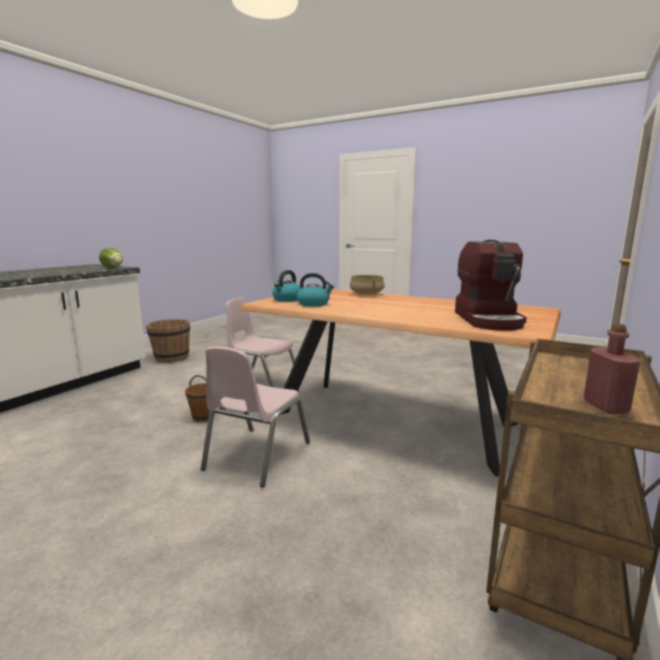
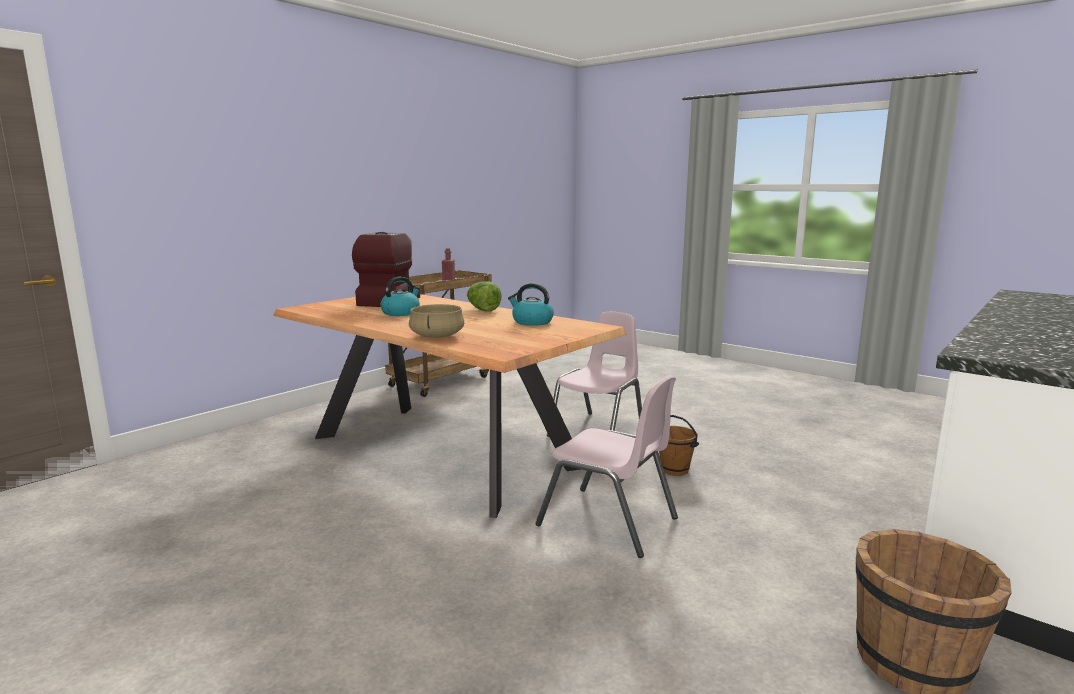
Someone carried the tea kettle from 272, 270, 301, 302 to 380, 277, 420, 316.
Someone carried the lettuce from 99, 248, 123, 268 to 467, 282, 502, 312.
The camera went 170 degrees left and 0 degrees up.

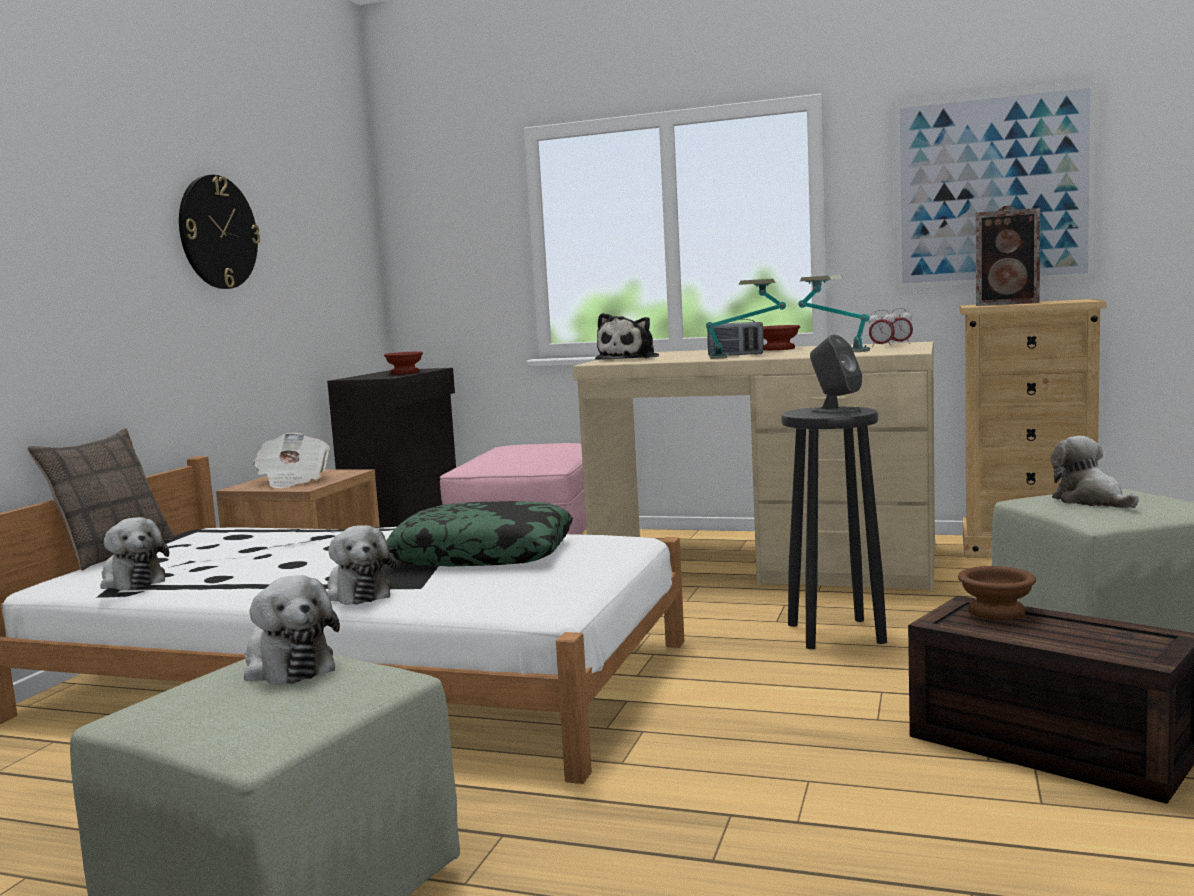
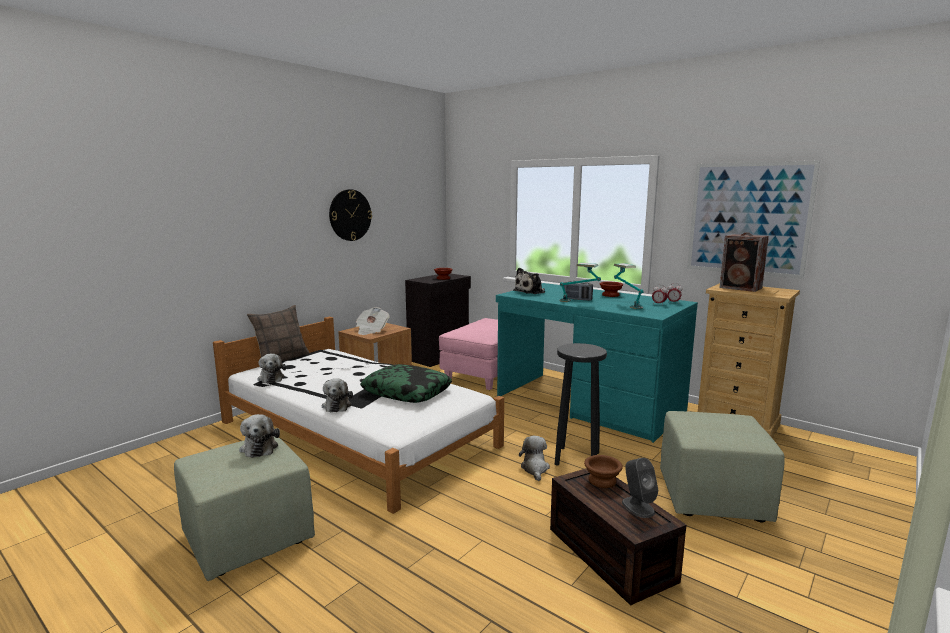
Someone repainted the sand-coloured desk table at 573, 342, 935, 591, which became the blue-green desk table at 496, 283, 698, 443.
Someone carried the plush toy from 1050, 436, 1139, 508 to 519, 436, 550, 481.
Someone carried the gray speaker from 810, 335, 862, 414 to 622, 458, 658, 518.
The camera went 20 degrees right and 5 degrees up.

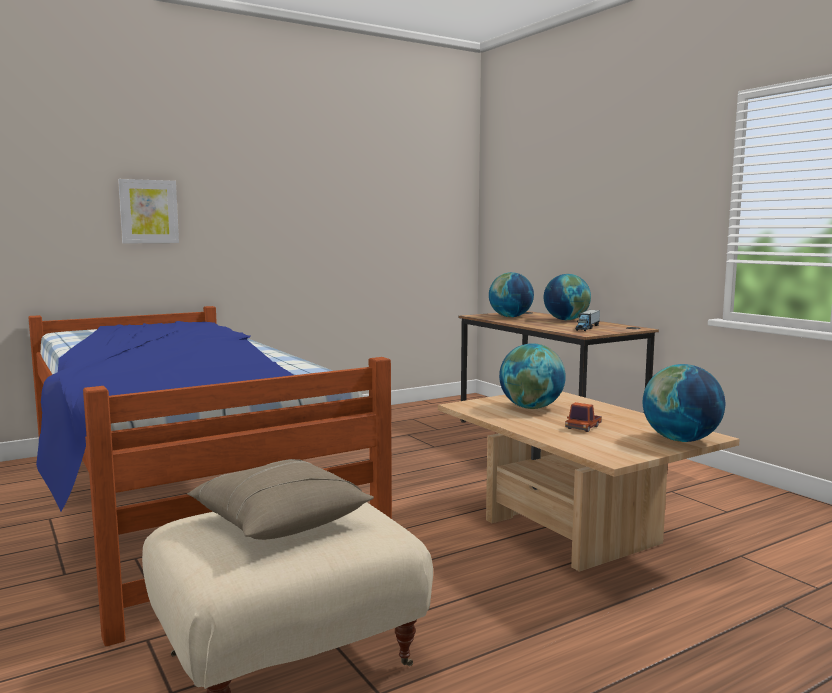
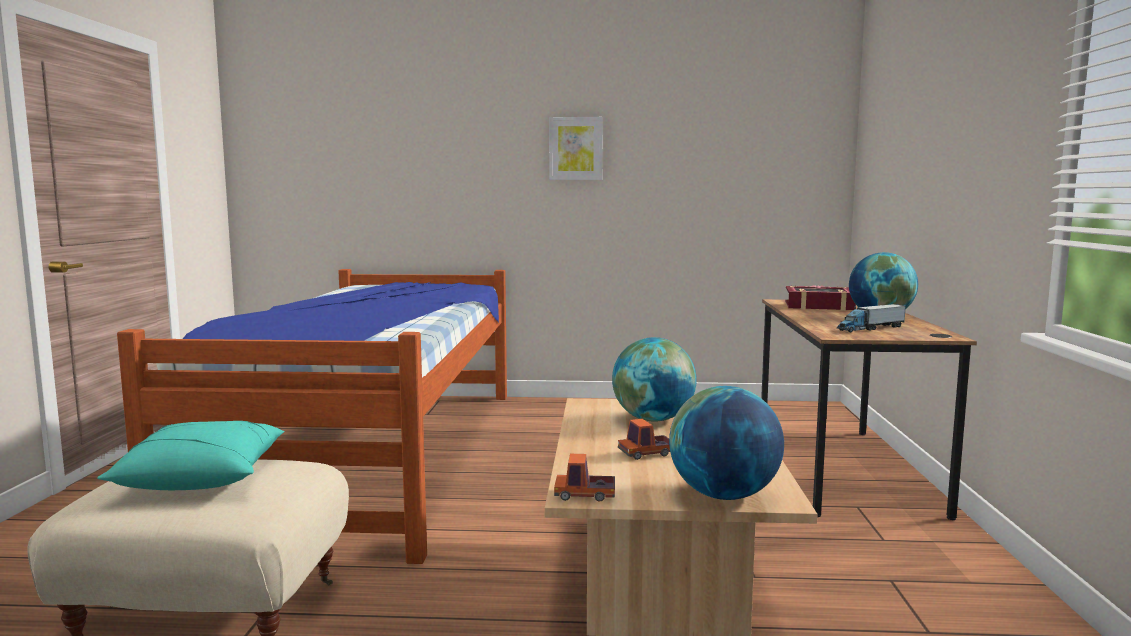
Someone repainted the sand-coloured throw pillow at 187, 459, 374, 540, which became the blue-green throw pillow at 97, 421, 285, 490.
Someone carried the picture from 118, 179, 179, 243 to 549, 117, 603, 180.
Someone put down the toy lorry at 554, 454, 615, 502.
Someone swapped the desk globe at 489, 272, 534, 317 for the book at 785, 285, 856, 311.
The camera went 35 degrees right and 0 degrees up.

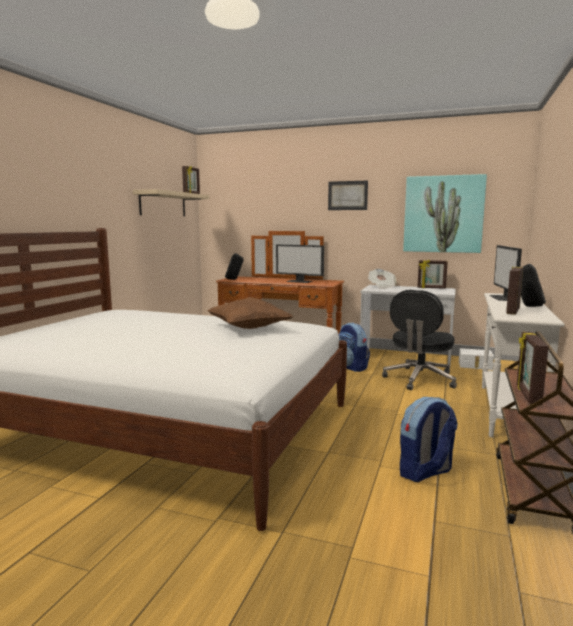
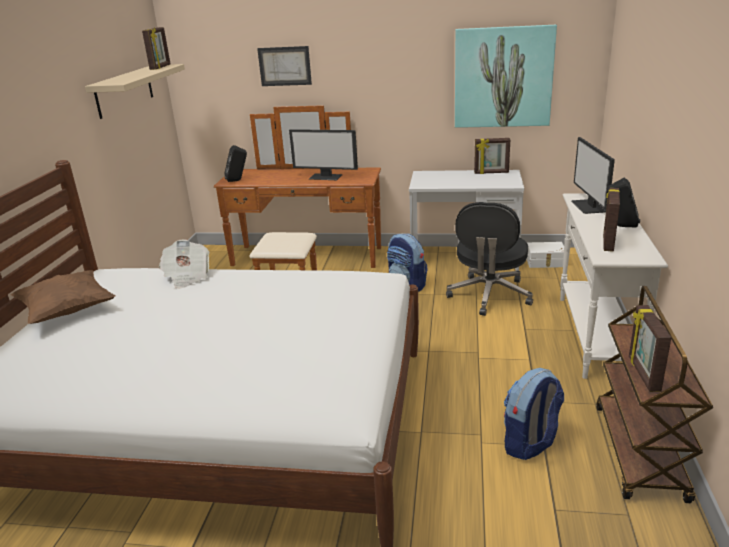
Someone carried the brown-coloured throw pillow from 208, 297, 293, 329 to 11, 270, 116, 324.
Someone carried the daily paper from 368, 269, 396, 289 to 159, 239, 209, 289.
Someone carried the picture from 328, 181, 368, 210 to 257, 46, 312, 86.
The camera went 10 degrees left and 15 degrees up.

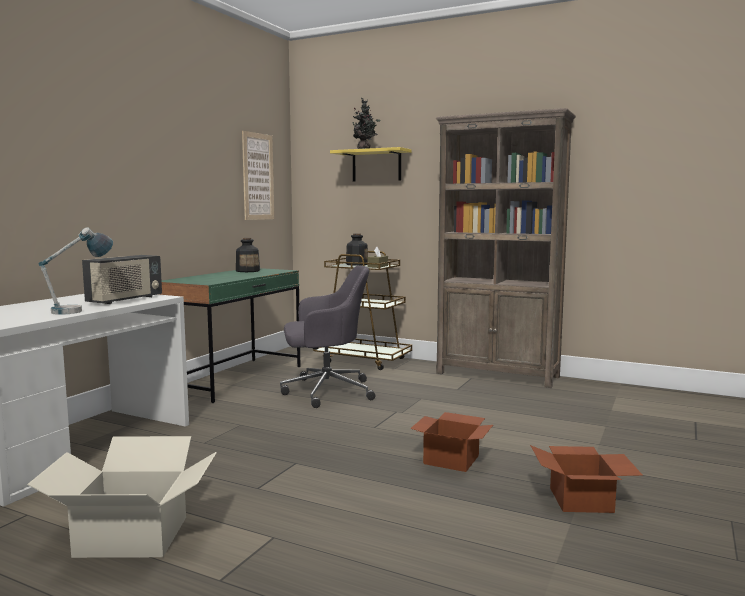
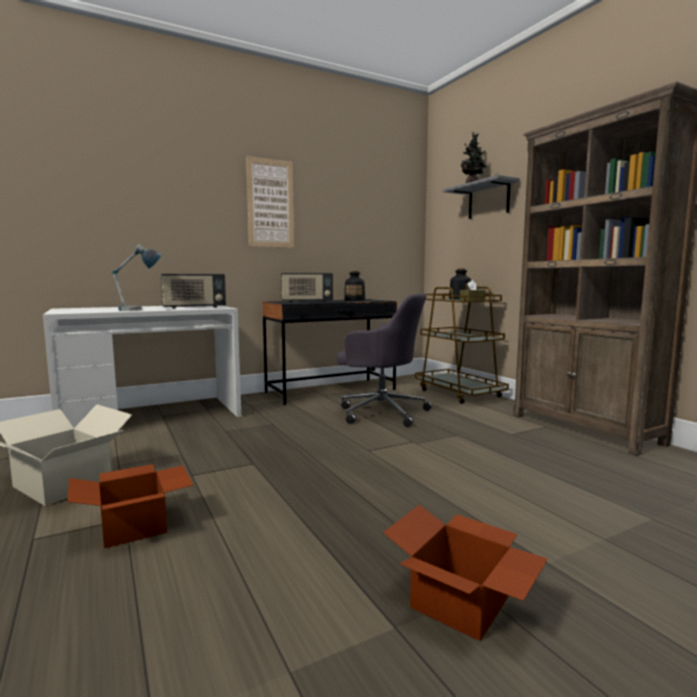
Someone carried the cardboard box from 410, 412, 493, 472 to 67, 464, 193, 548.
Someone carried the picture from 242, 131, 274, 220 to 246, 156, 294, 248.
Someone repainted the green-coloured desk table at 158, 268, 300, 403, which became the blackish desk table at 262, 299, 397, 405.
Someone put down the radio set at 281, 273, 333, 302.
Someone repainted the yellow wall shelf at 330, 147, 412, 181, which became the gray wall shelf at 443, 175, 520, 219.
The camera went 35 degrees right and 0 degrees up.

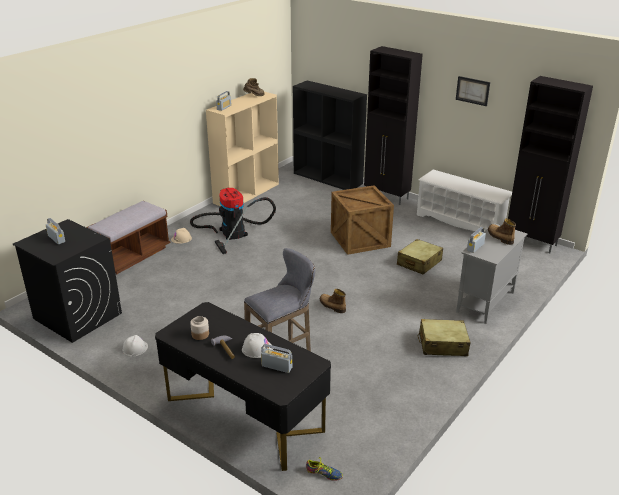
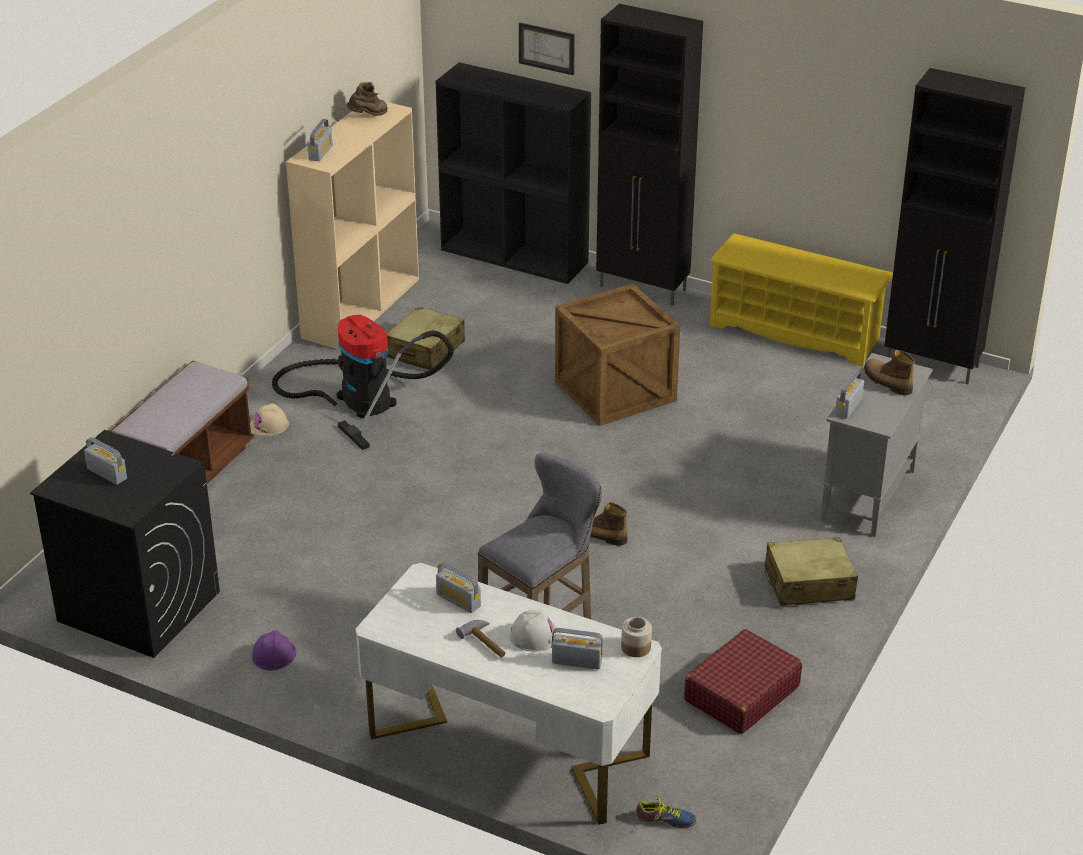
Someone repainted the white work helmet at 122, 335, 148, 357, which became the purple-coloured work helmet at 252, 630, 296, 671.
Someone repainted the blackish desk table at 155, 302, 331, 471, which became the white desk table at 355, 563, 662, 825.
Someone carried the sand-coloured suitcase from 397, 239, 443, 275 to 387, 307, 465, 370.
Someone put down the radio set at 436, 562, 481, 613.
Someone carried the picture from 456, 76, 490, 106 to 519, 23, 575, 75.
Someone carried the jar from 190, 316, 209, 340 to 621, 617, 652, 657.
Someone put down the red-coloured suitcase at 684, 629, 802, 734.
Someone repainted the white shoe rack at 417, 170, 512, 232, which became the yellow shoe rack at 710, 233, 893, 366.
The camera went 10 degrees left and 5 degrees up.

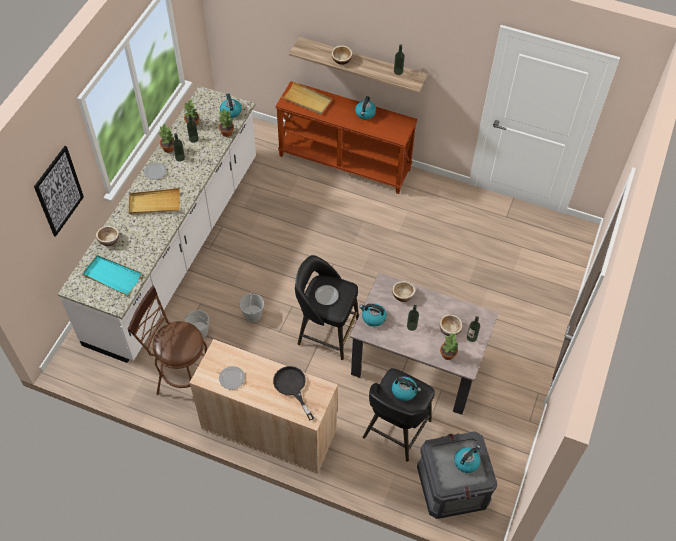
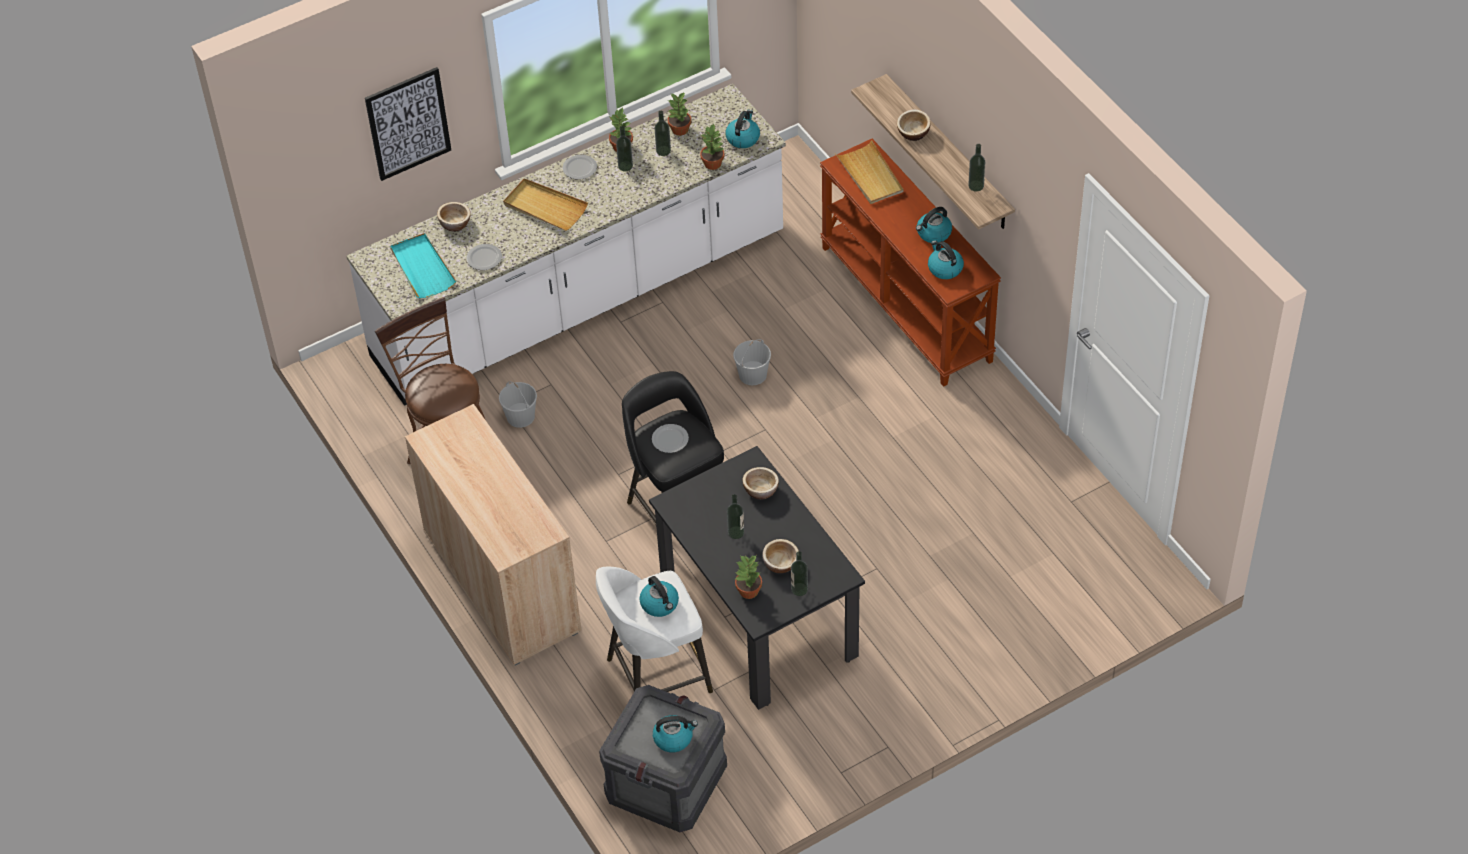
Someone carried the dinner plate from 219, 366, 245, 390 to 467, 244, 502, 270.
Someone repainted the blackish stool at 363, 368, 435, 462, which became the white stool at 596, 566, 713, 693.
Someone repainted the sand-coloured dining table at 350, 273, 498, 415, which became the blackish dining table at 649, 446, 865, 710.
Someone carried the white bucket from 240, 292, 264, 322 to 733, 339, 771, 385.
Someone carried the tea kettle from 359, 304, 387, 327 to 928, 240, 964, 279.
Someone took away the blackish pan at 273, 366, 314, 420.
The camera went 40 degrees right and 5 degrees down.

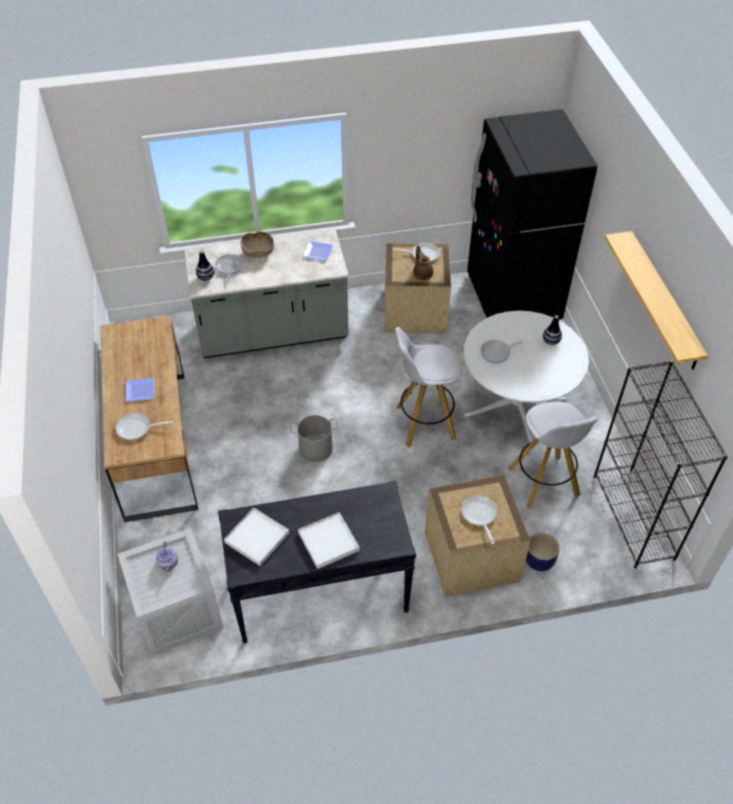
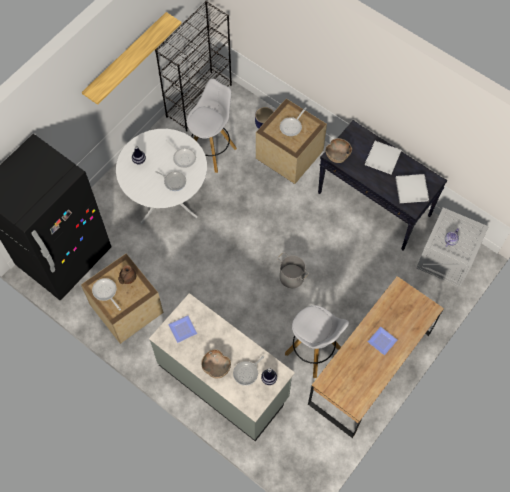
Someone carried the pan from 116, 413, 173, 440 to 166, 139, 196, 168.
Someone carried the white stool from 395, 327, 462, 447 to 285, 305, 349, 378.
Someone put down the brown-coloured serving bowl at 326, 138, 352, 163.
The camera went 130 degrees left and 15 degrees up.

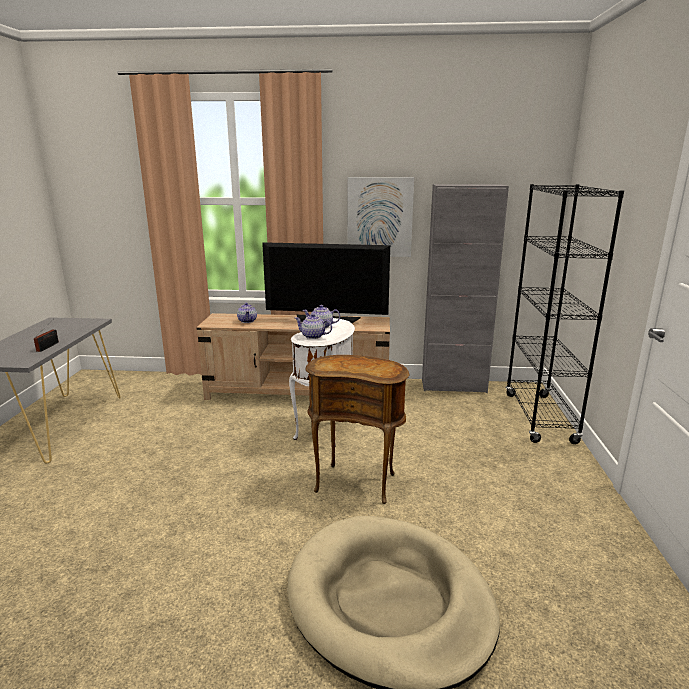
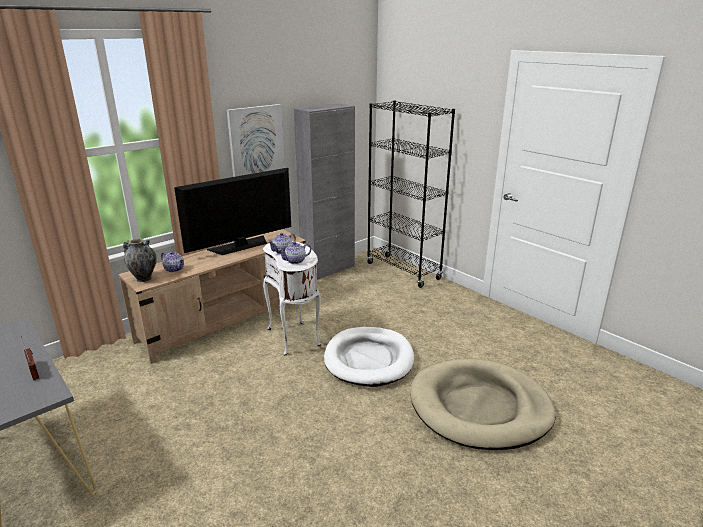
Someone put down the flower vase at 123, 239, 157, 282.
Someone swapped the brown-coloured accent table at 306, 355, 409, 504 for the white dog cushion at 324, 327, 414, 387.
The camera went 45 degrees left and 5 degrees up.

